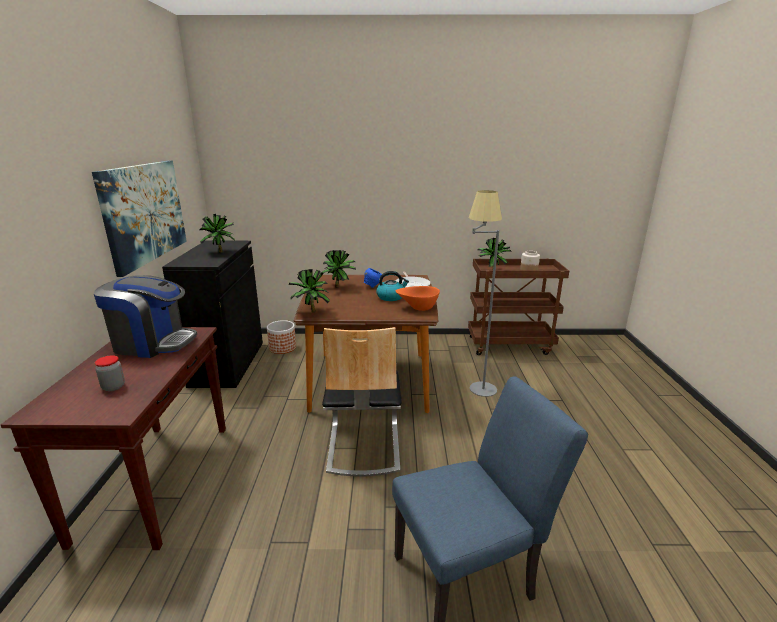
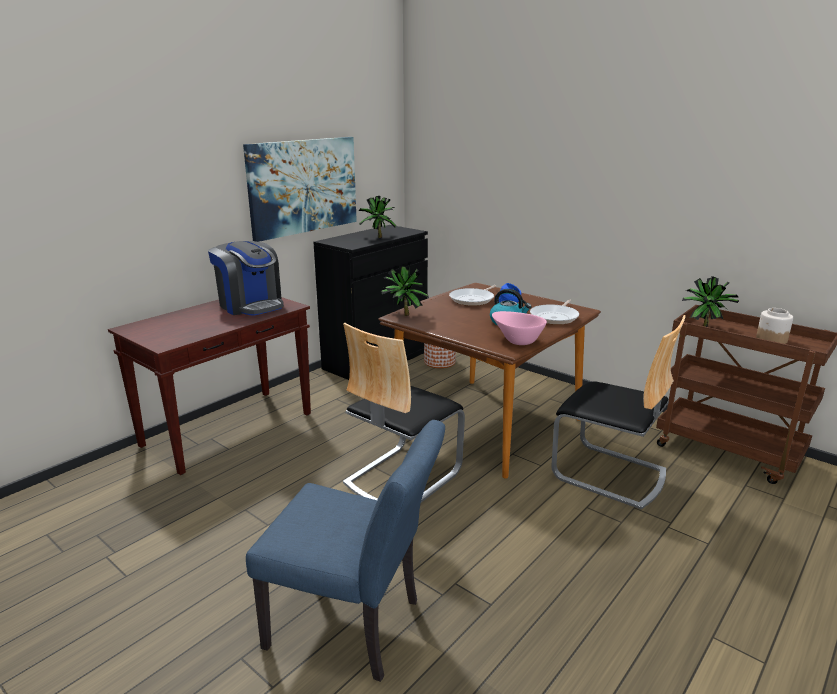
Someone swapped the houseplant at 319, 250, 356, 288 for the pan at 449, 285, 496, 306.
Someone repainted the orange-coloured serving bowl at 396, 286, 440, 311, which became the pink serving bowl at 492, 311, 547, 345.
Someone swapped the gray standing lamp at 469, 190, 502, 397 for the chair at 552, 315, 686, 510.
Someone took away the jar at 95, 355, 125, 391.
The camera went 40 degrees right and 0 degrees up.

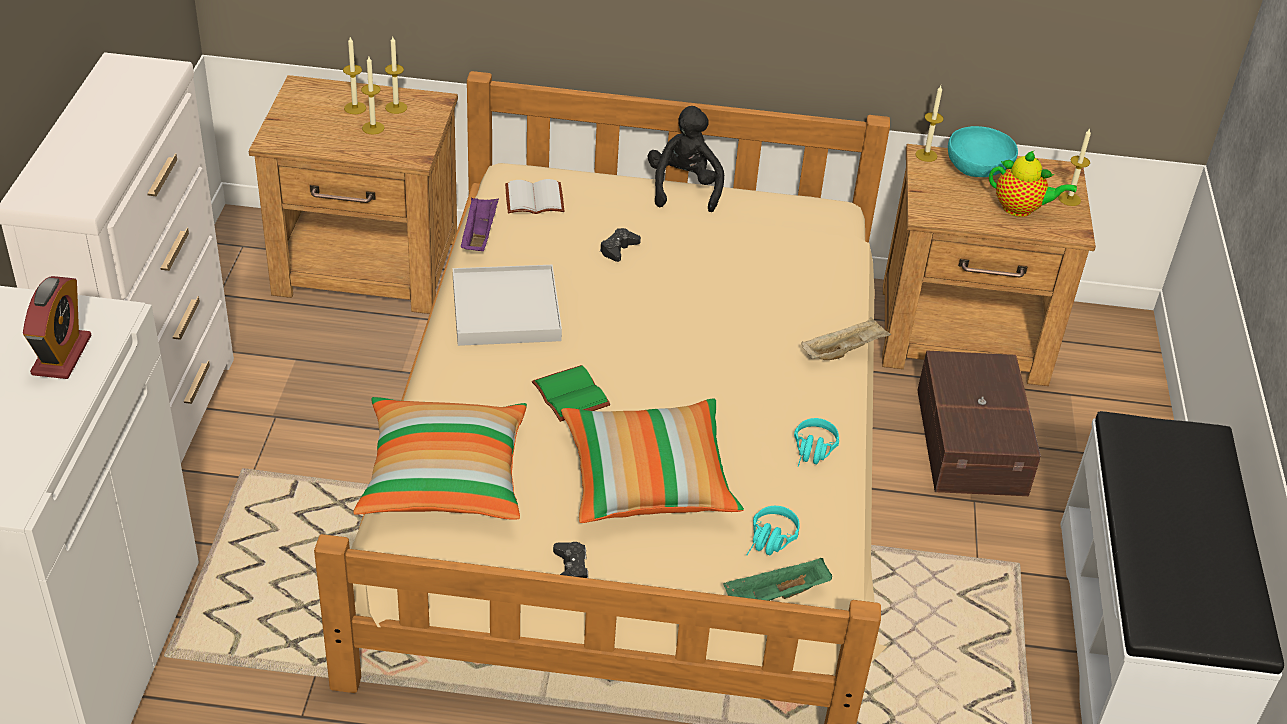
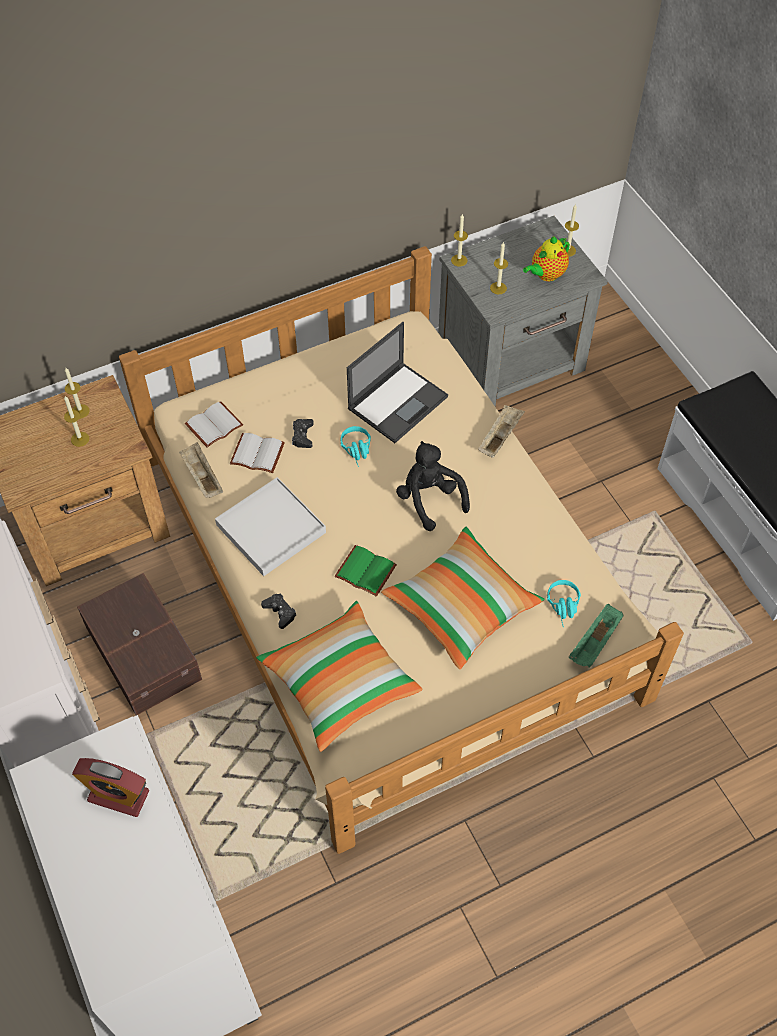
Someone rotated the bedside clock at 23, 276, 91, 379 by 135 degrees clockwise.
Someone carried the brown-coloured storage container from 917, 351, 1041, 496 to 77, 573, 202, 715.
Someone repainted the purple-coloured tray at 461, 197, 499, 251, which became the sand-coloured tray at 179, 442, 223, 498.
Someone put down the white book at 230, 433, 285, 473.
Someone carried the blackish joypad from 553, 542, 588, 578 to 261, 594, 296, 629.
Someone carried the blue-green headphones from 794, 418, 839, 467 to 341, 426, 371, 467.
Someone put down the laptop at 347, 322, 448, 443.
Someone carried the blackish plush toy from 648, 106, 724, 212 to 396, 441, 470, 531.
Someone repainted the brown-coloured bedside table at 882, 144, 1096, 386, which became the gray bedside table at 438, 216, 608, 406.
Someone carried the candle from 343, 37, 366, 114 to 490, 242, 508, 294.
Someone rotated the tea pot at 989, 151, 1077, 217 by 150 degrees clockwise.
Someone took away the blue-green serving bowl at 948, 126, 1018, 177.
The camera went 30 degrees left and 15 degrees up.

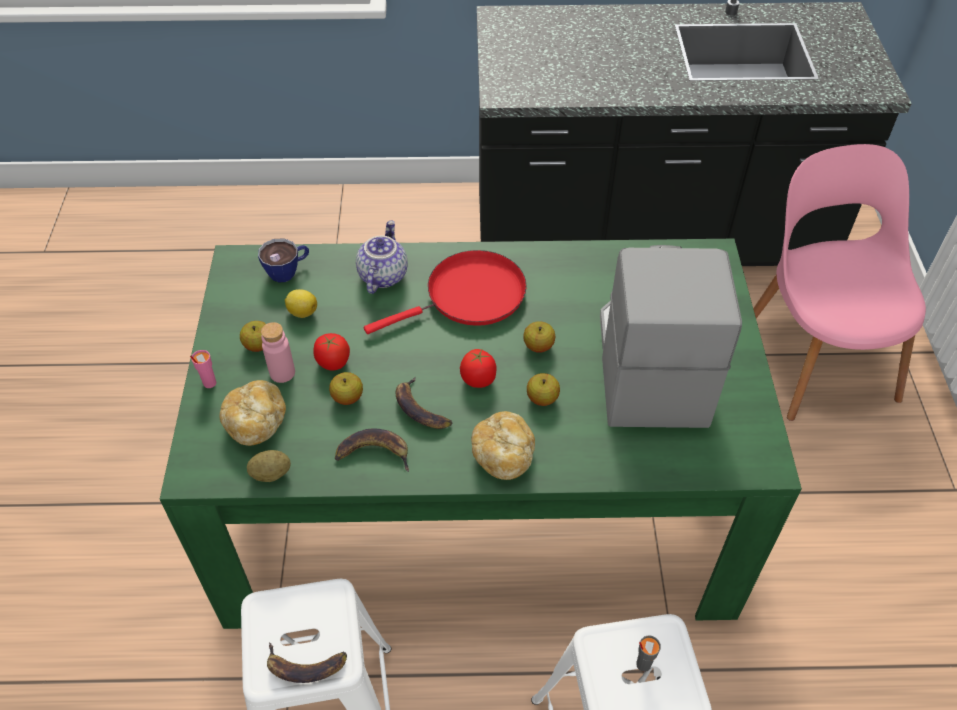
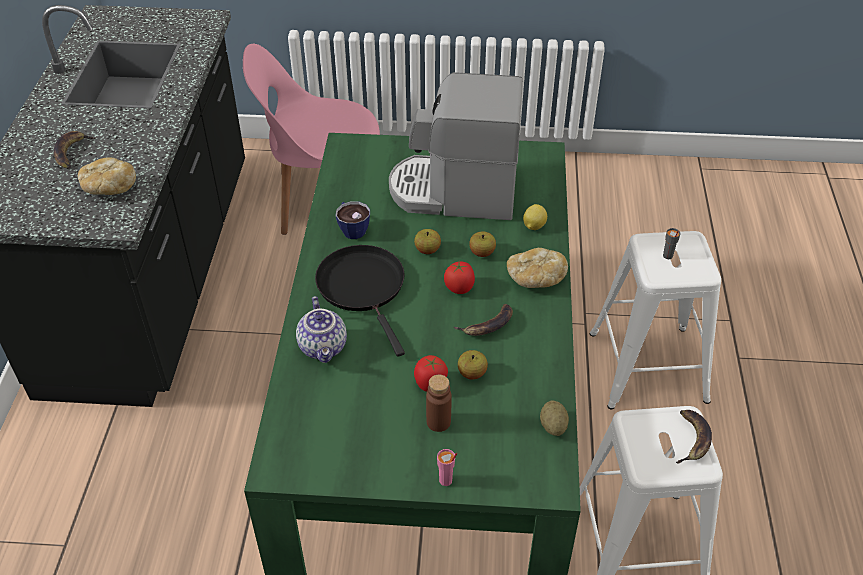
Someone carried the whole banana from 335, 428, 409, 472 to 54, 131, 96, 169.
Someone carried the bakery bread from 219, 380, 286, 446 to 78, 158, 136, 195.
Someone rotated the tea pot at 356, 221, 408, 294 by 120 degrees counterclockwise.
Someone repainted the red-coloured pan at 364, 250, 527, 334, which became the blackish pan at 315, 245, 405, 357.
Someone carried the drinking cup from 258, 239, 309, 282 to 336, 201, 370, 239.
Someone repainted the pink beverage bottle at 261, 322, 295, 383, which became the brown-coloured beverage bottle at 426, 375, 452, 432.
Someone carried the lemon from 285, 289, 317, 318 to 523, 204, 547, 230.
Someone took away the whole apple at 240, 321, 266, 352.
The camera went 85 degrees left and 5 degrees down.

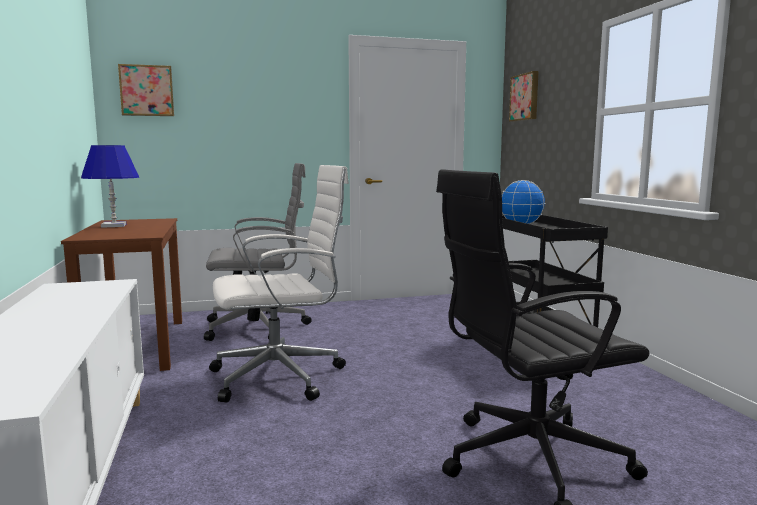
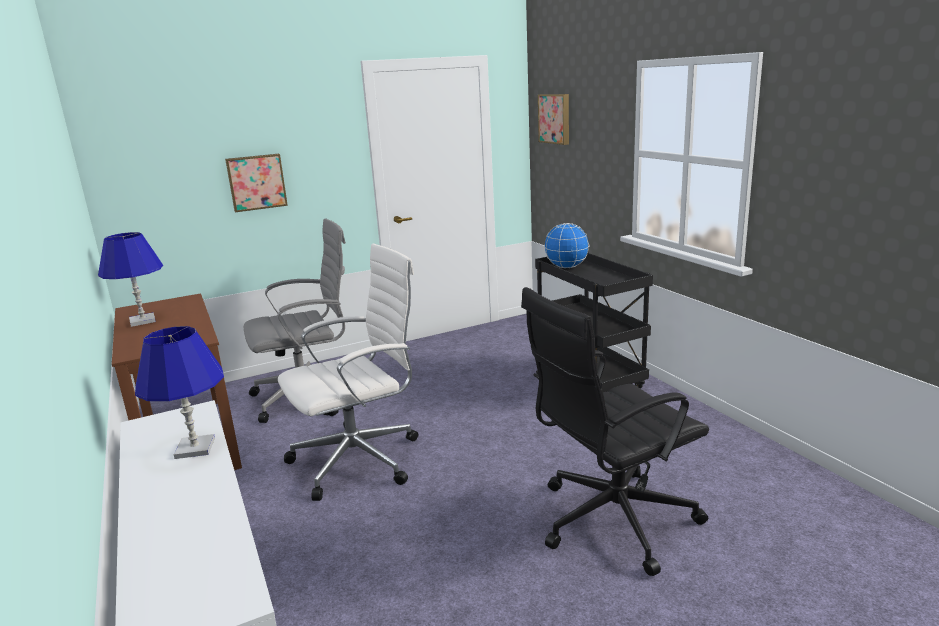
Someone put down the bluish lamp for a table at 135, 326, 224, 459.
Someone carried the picture from 118, 64, 174, 116 to 225, 154, 288, 212.
The camera went 10 degrees left and 10 degrees up.

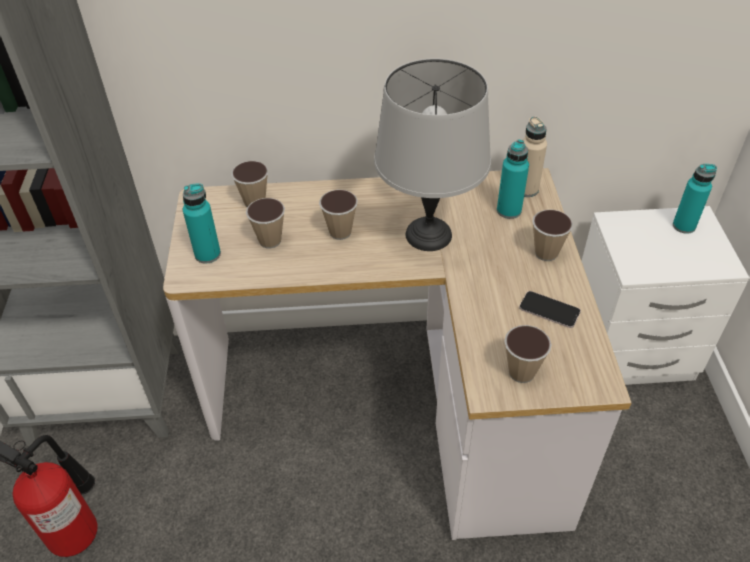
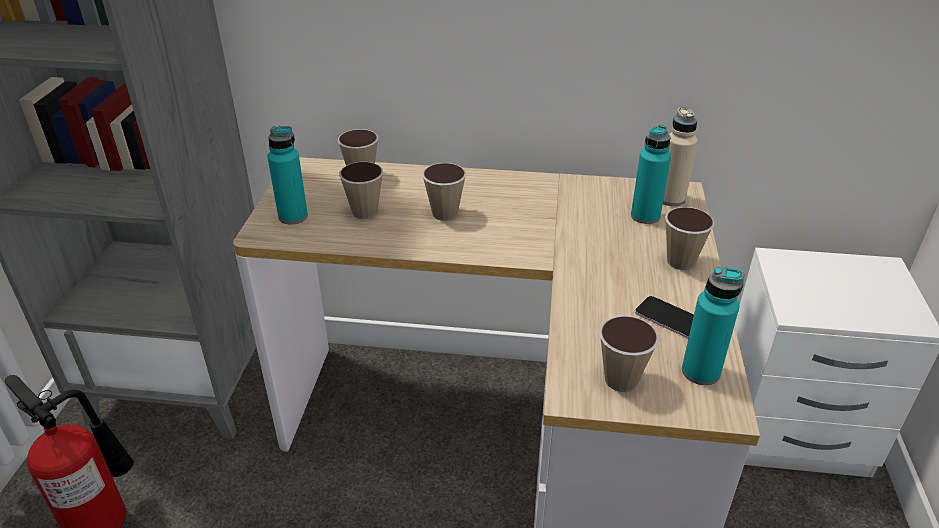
Someone carried the blue-green beverage bottle from 673, 164, 717, 234 to 682, 267, 744, 385.
Someone took away the gray lamp for a table at 374, 58, 491, 251.
The camera went 10 degrees right and 10 degrees down.

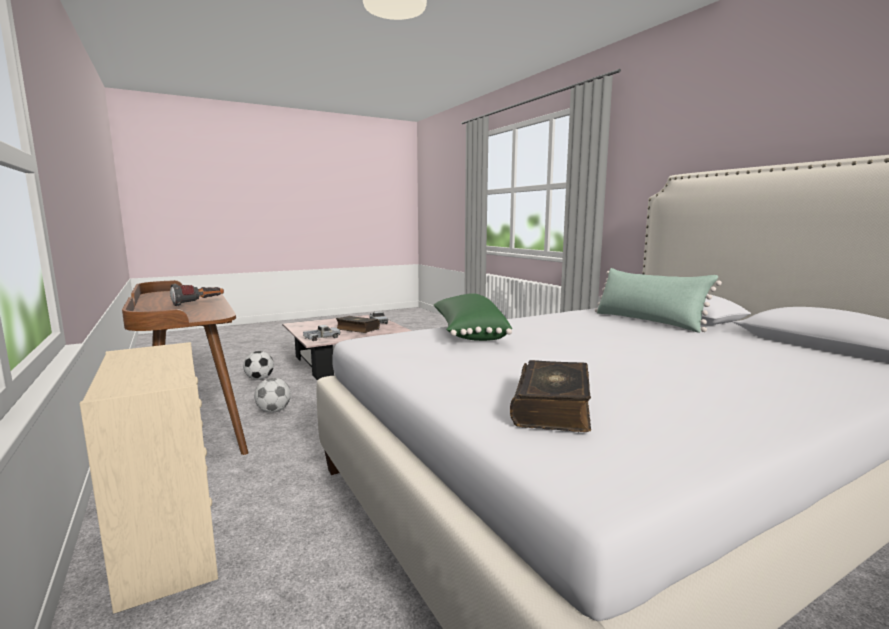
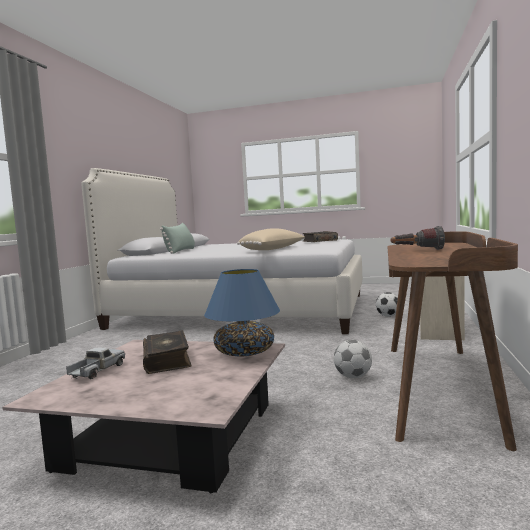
Someone swapped the toy lorry at 303, 325, 340, 341 for the bluish lamp for a table at 204, 269, 280, 356.
Someone repainted the green-coloured throw pillow at 433, 293, 512, 341, which became the sand-coloured throw pillow at 237, 228, 304, 250.
Someone carried the football ball from 243, 351, 274, 380 to 376, 292, 398, 317.
The camera went 135 degrees left and 5 degrees down.

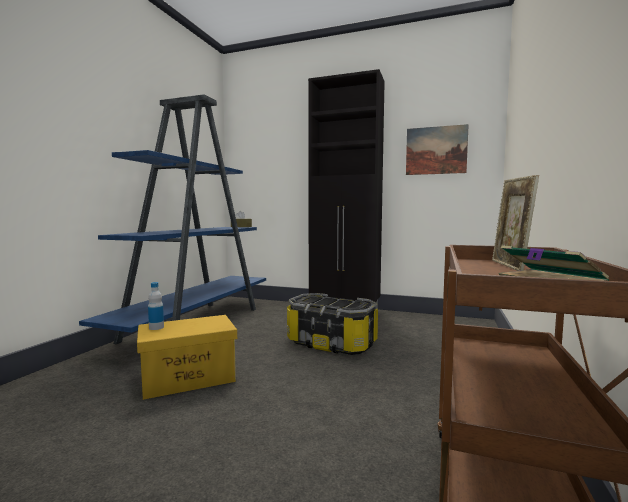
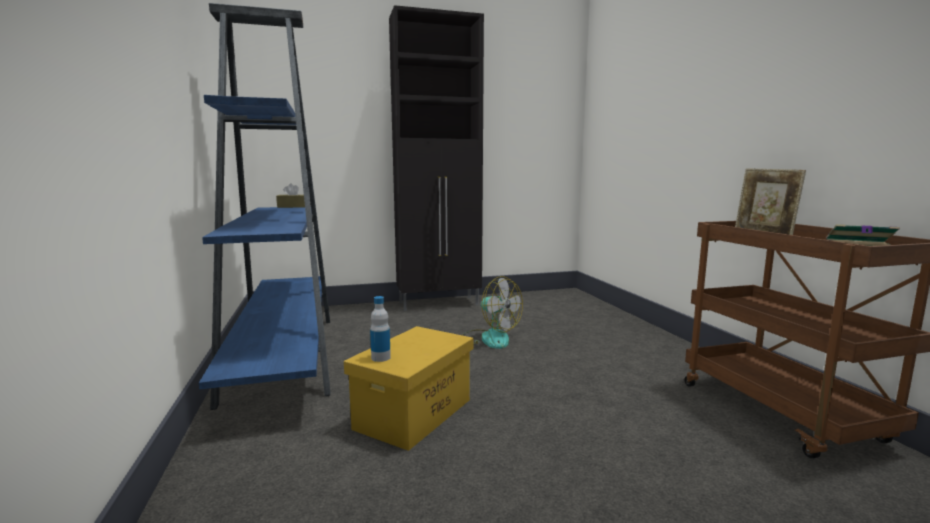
Someone swapped the storage container at 287, 293, 378, 355 for the electric fan at 463, 276, 523, 349.
Someone took away the picture at 406, 124, 469, 175.
The camera went 35 degrees left and 5 degrees up.

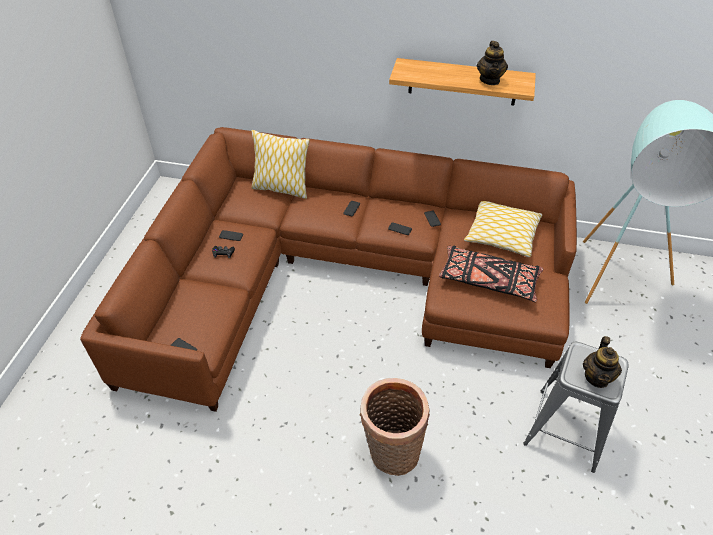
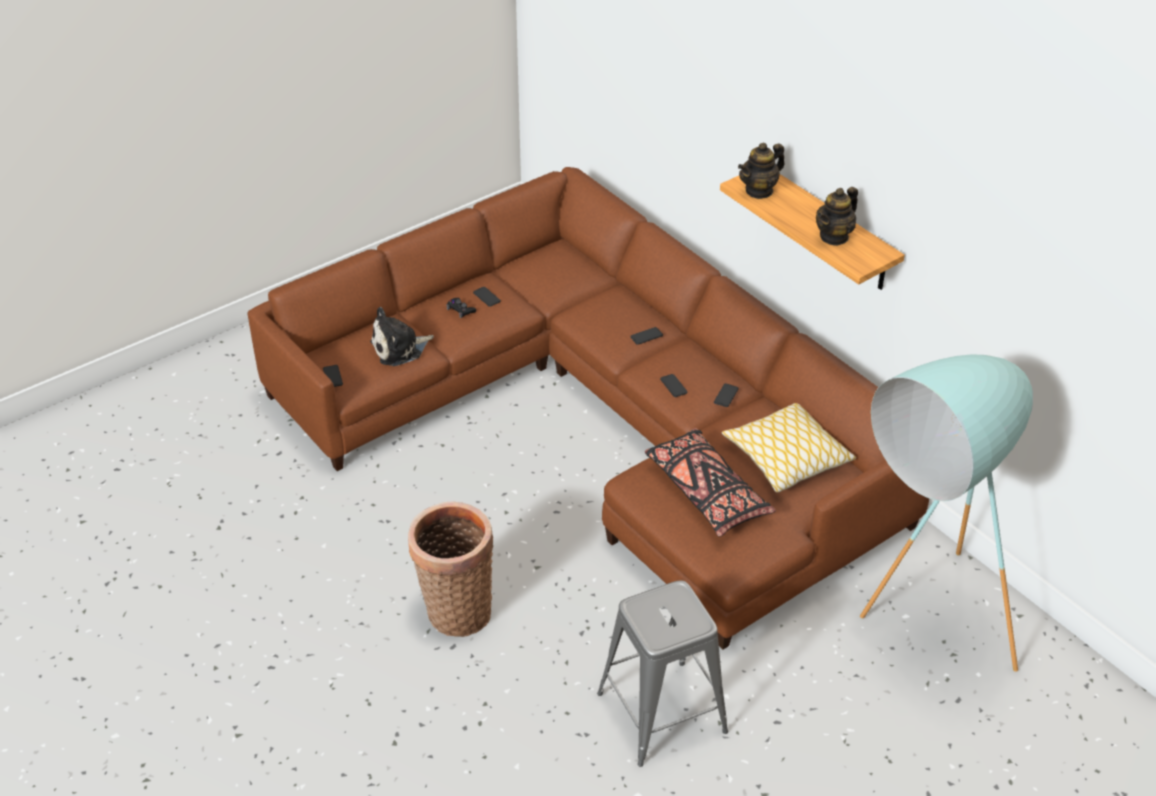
Someone put down the plush toy at 370, 307, 434, 366.
Someone carried the tea pot from 583, 336, 622, 388 to 738, 143, 784, 199.
Someone took away the throw pillow at 251, 130, 310, 199.
The camera went 40 degrees right and 5 degrees down.

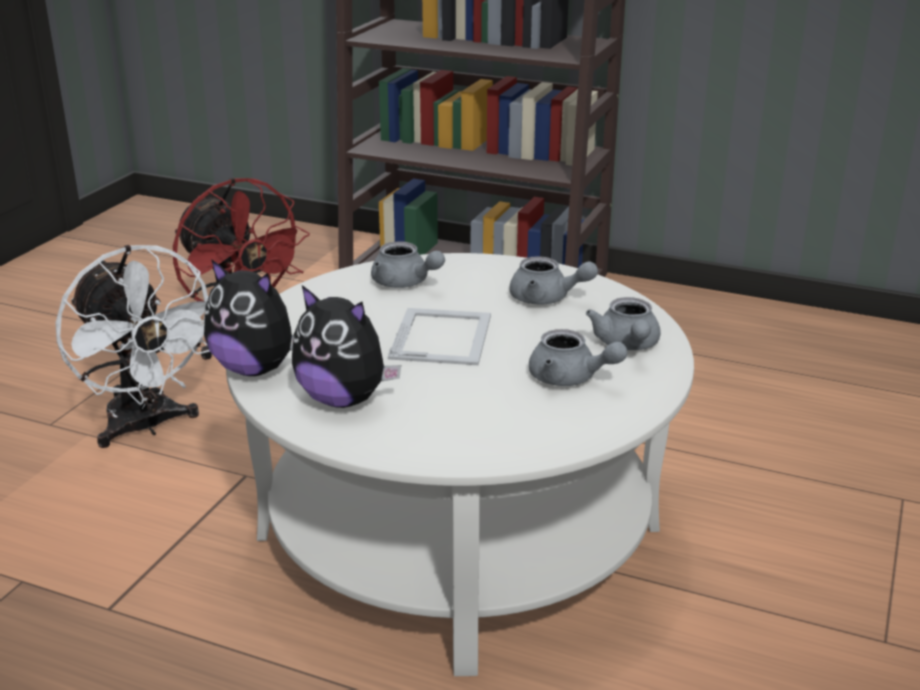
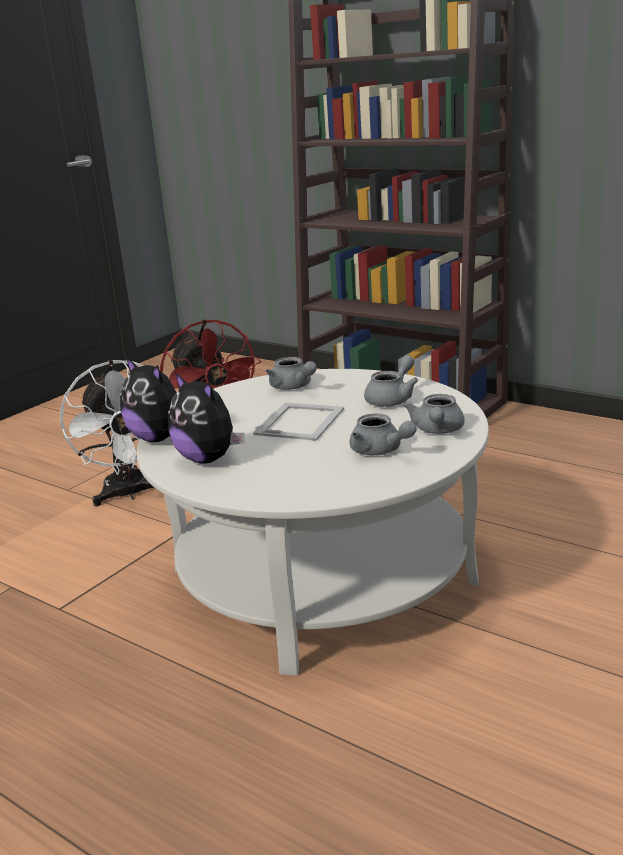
Someone rotated the gray tea pot at 510, 256, 598, 304 by 90 degrees counterclockwise.
The camera went 15 degrees right and 5 degrees down.

